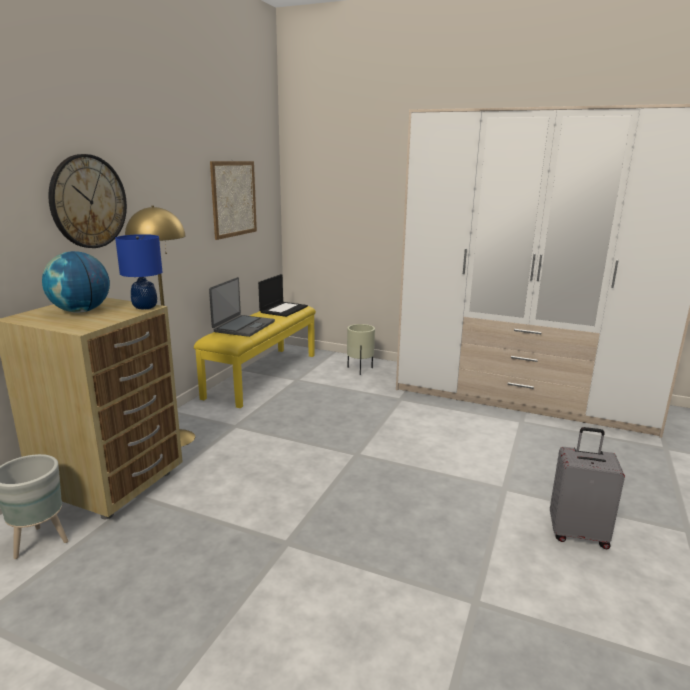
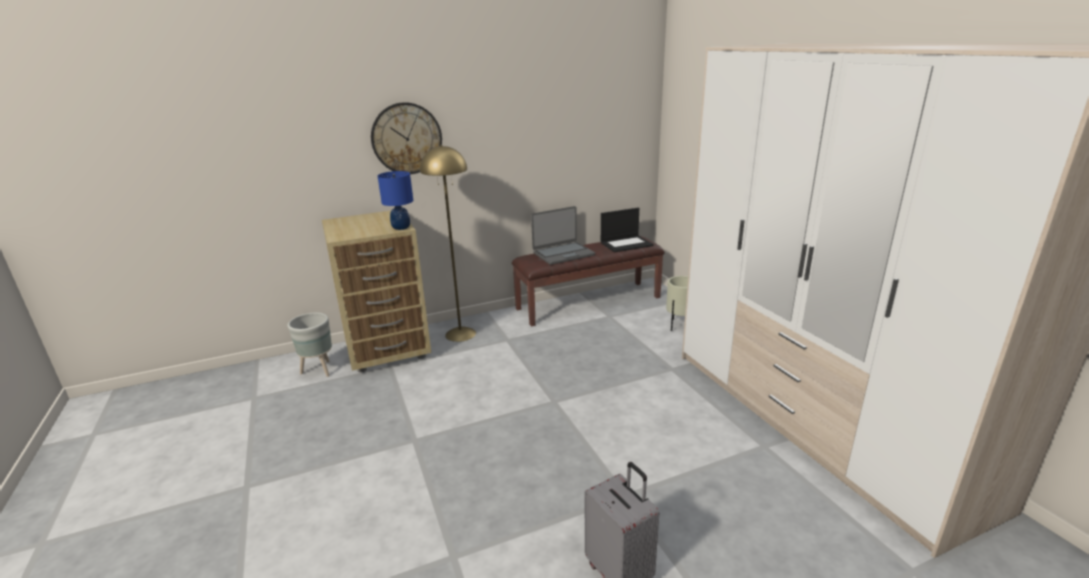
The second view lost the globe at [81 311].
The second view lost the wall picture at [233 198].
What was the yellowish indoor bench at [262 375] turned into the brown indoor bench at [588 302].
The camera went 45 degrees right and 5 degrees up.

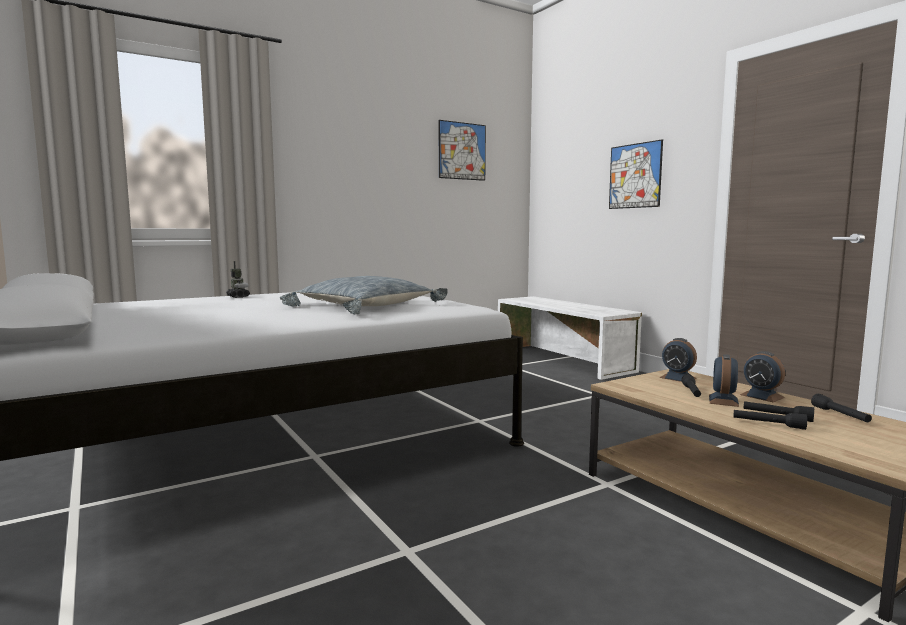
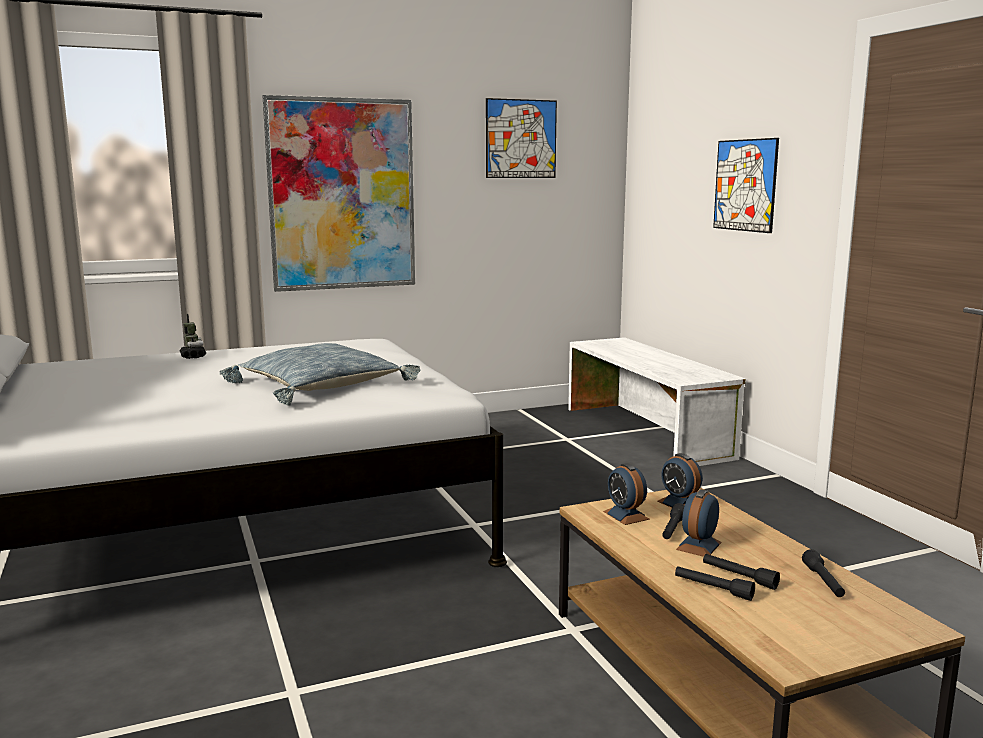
The second view gained the wall picture at [342 195].
The alarm clock ended up elsewhere, having gone from [762 396] to [626 515].
The camera went 10 degrees right and 5 degrees up.

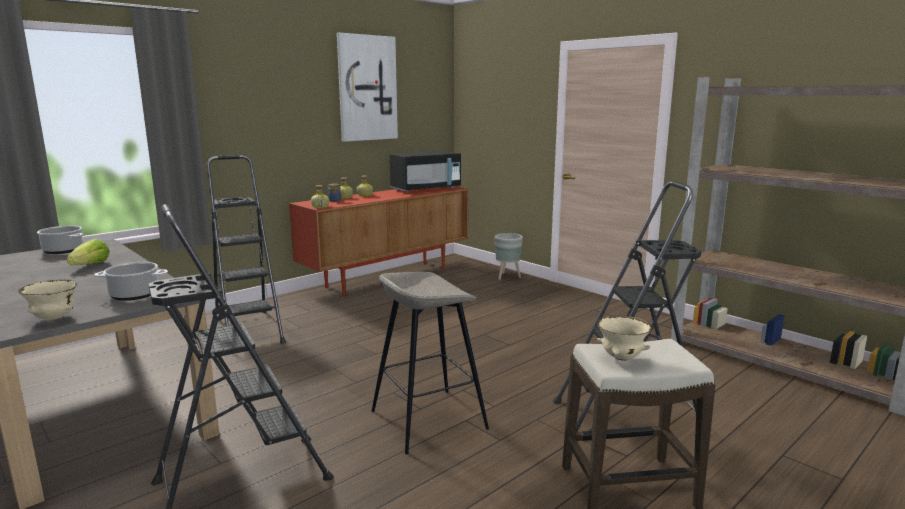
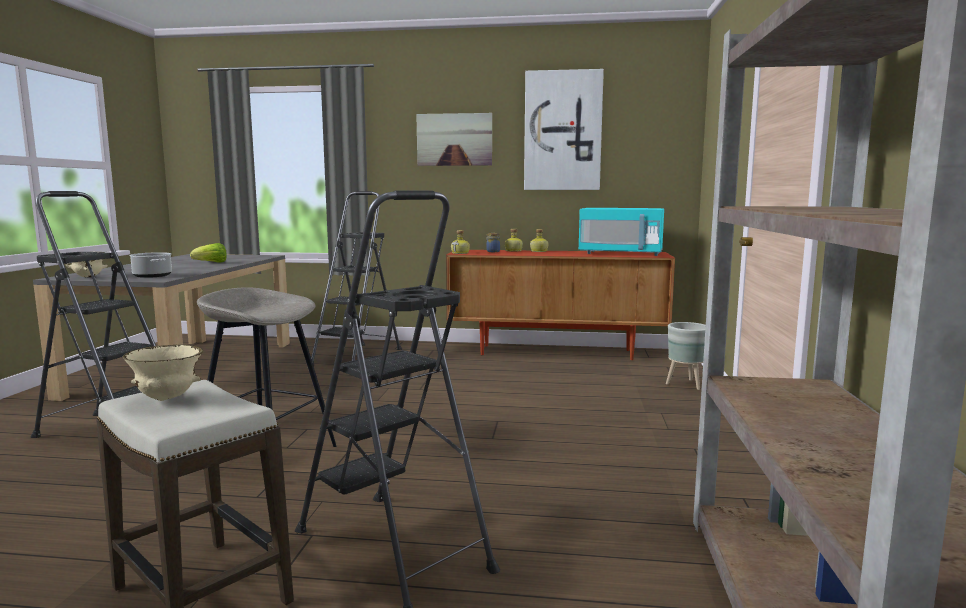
The second view lost the cooking pot at [62 250].
The second view gained the wall picture at [454 139].
What was the black-coloured kitchen microwave at [426 189] turned into the turquoise kitchen microwave at [621 253].
The camera went 50 degrees right and 5 degrees down.

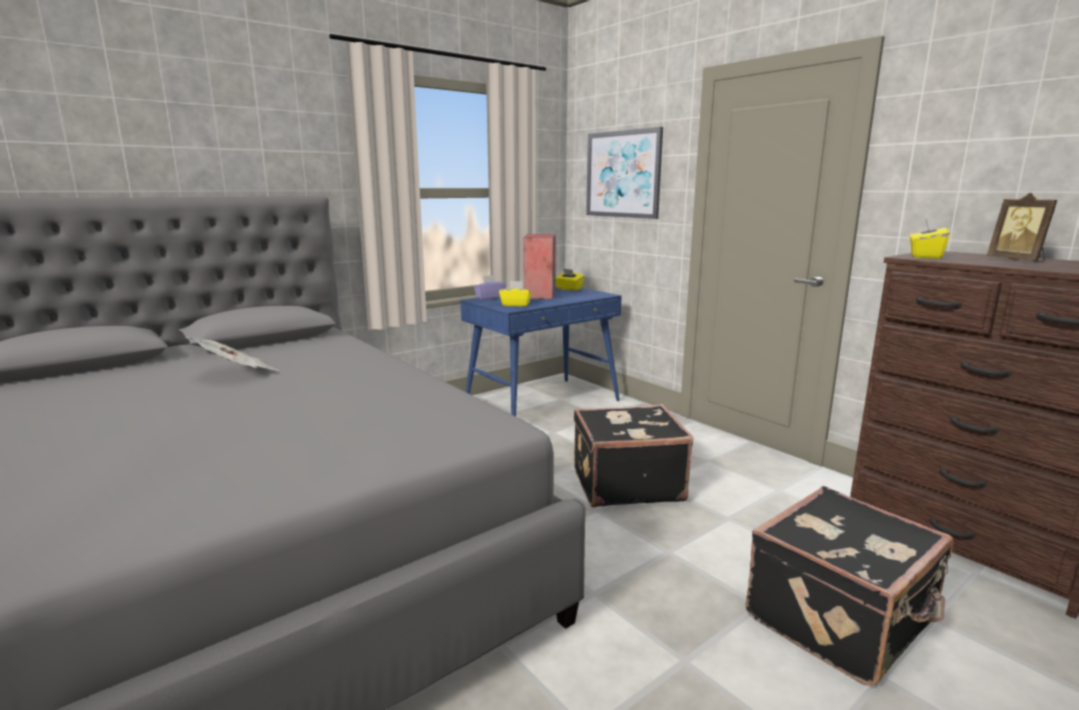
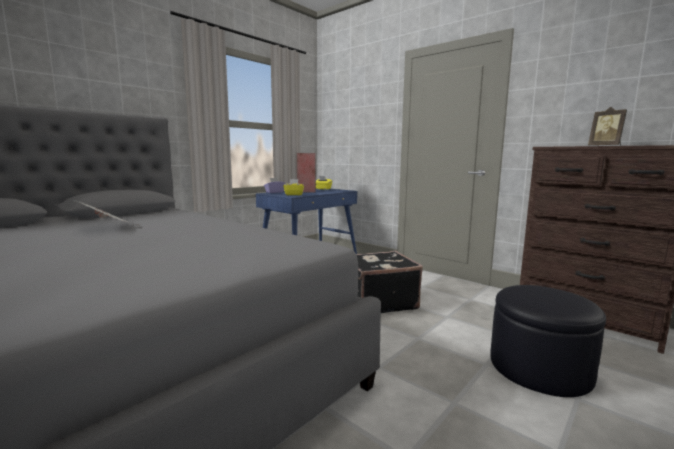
The second view lost the wall picture at [623 174].
The second view lost the yellowish box of tissues at [924 256].
Where the black-coloured piece of luggage stood at [842 620], the black-coloured ottoman came to stand at [539 368].
The camera went 10 degrees left and 5 degrees down.

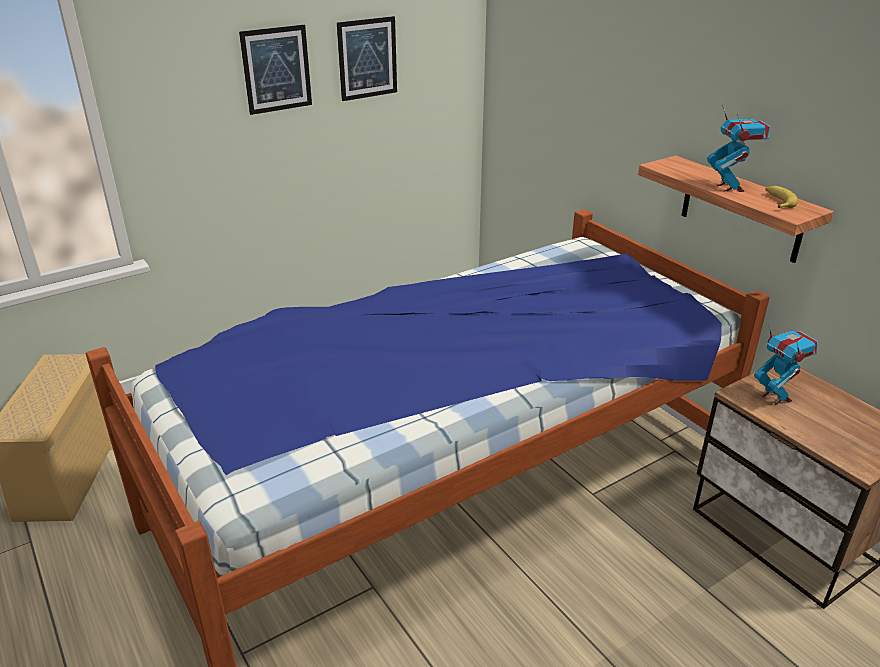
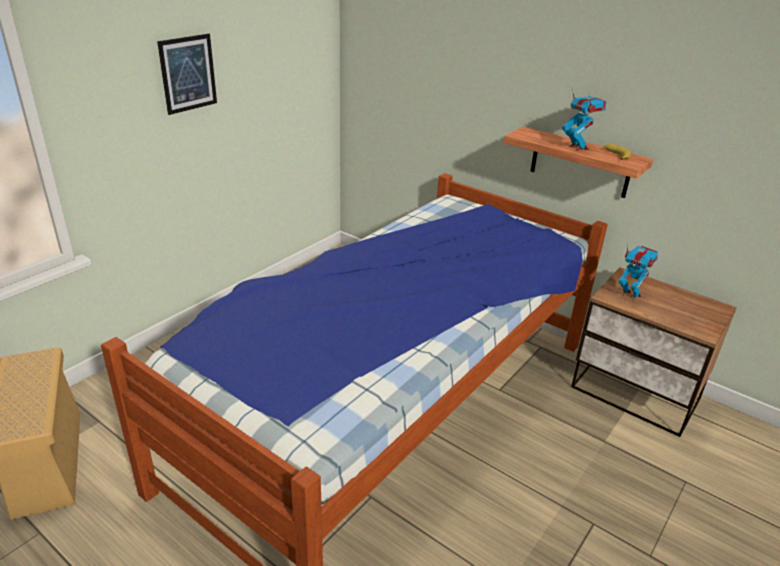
The second view lost the wall picture at [367 58].
The camera went 20 degrees left and 0 degrees up.

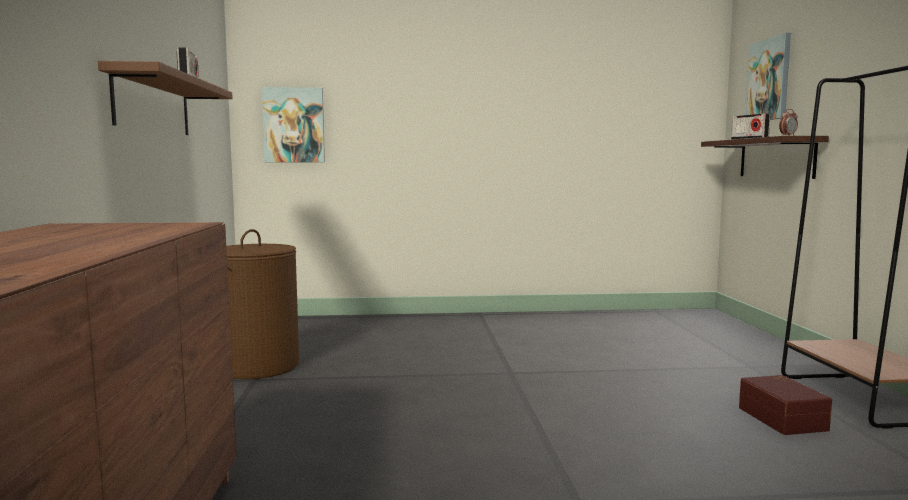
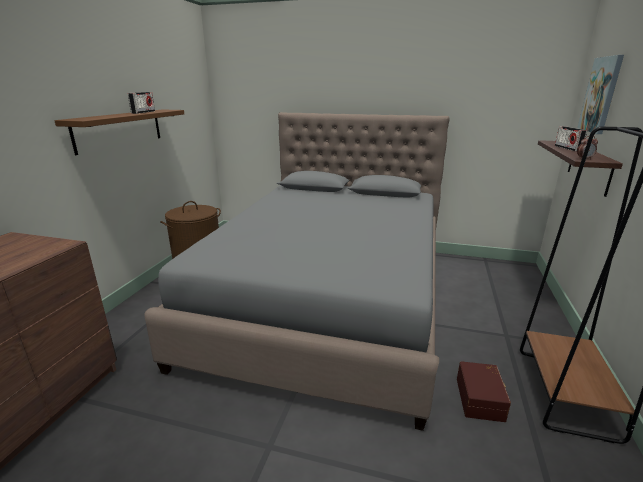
The second view lost the wall picture at [294 125].
The second view gained the gray sleeping bed at [330 298].
The camera went 20 degrees right and 15 degrees up.

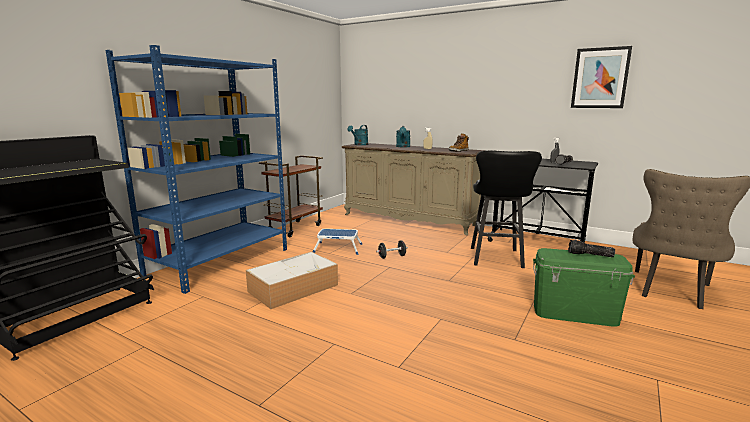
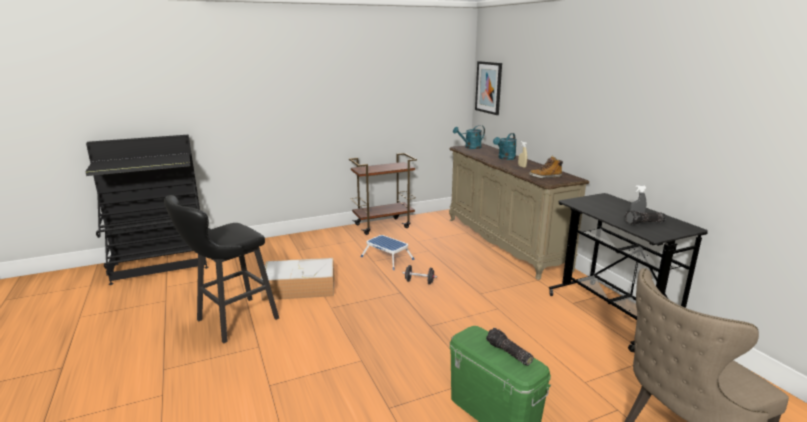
The second view lost the blue-coloured shelving unit at [220 262].
The black-coloured stool seat ended up elsewhere, having gone from [496 260] to [229 323].
The wall picture ended up elsewhere, having gone from [600 78] to [488 87].
The camera went 35 degrees right and 5 degrees up.

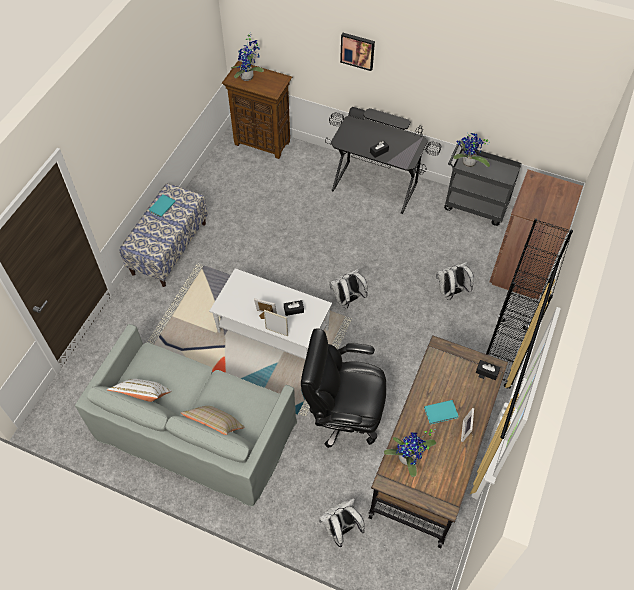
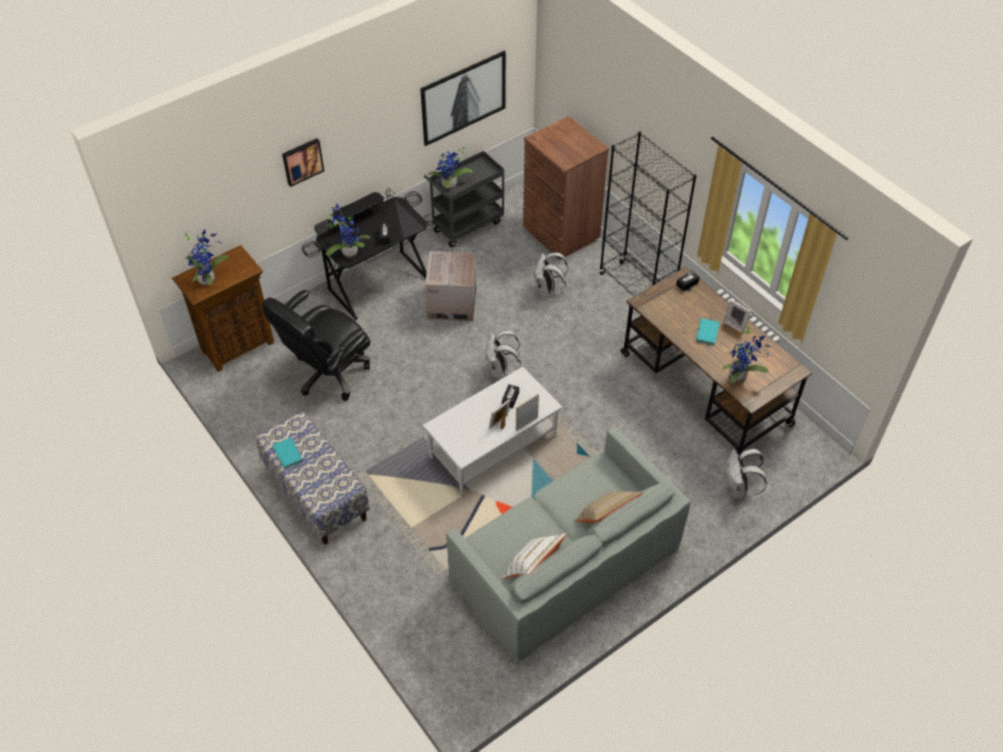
The second view gained the potted plant at [348 251].
The second view gained the wall picture at [463 98].
The second view gained the carton at [452 303].
The black-coloured office chair ended up elsewhere, having gone from [343 415] to [327 374].
The camera went 60 degrees left and 5 degrees down.

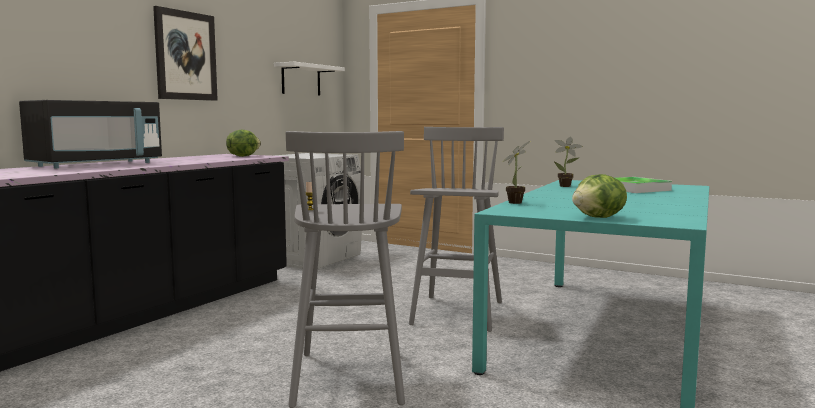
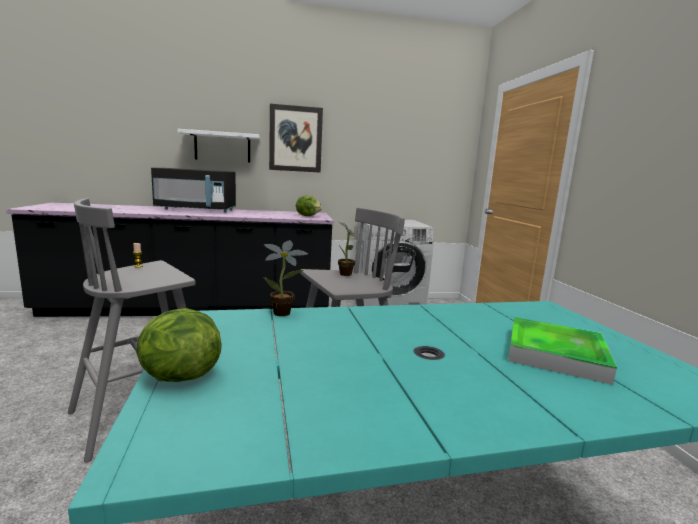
The white bracket shelf ended up elsewhere, having gone from [301 80] to [222 147].
The potted plant ended up elsewhere, having gone from [567 186] to [345 275].
The camera went 50 degrees right and 5 degrees up.

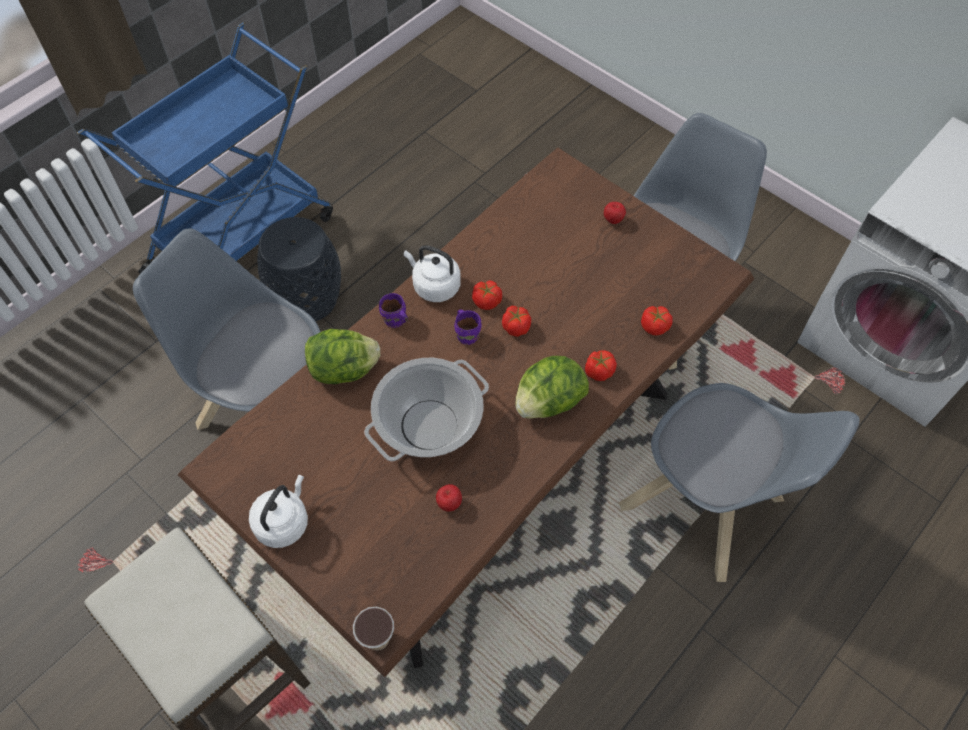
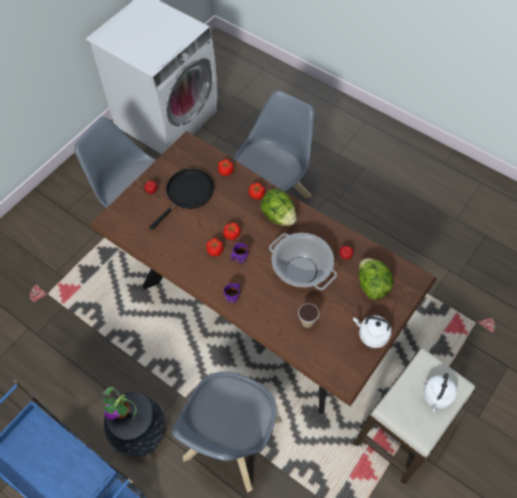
The second view gained the potted plant at [122 412].
The second view gained the black-coloured pan at [188 194].
The lettuce ended up elsewhere, having gone from [344 370] to [372 285].
The cup ended up elsewhere, having gone from [377 638] to [307 322].
The white kettle ended up elsewhere, having gone from [434 286] to [437 397].
The camera went 95 degrees left and 0 degrees up.

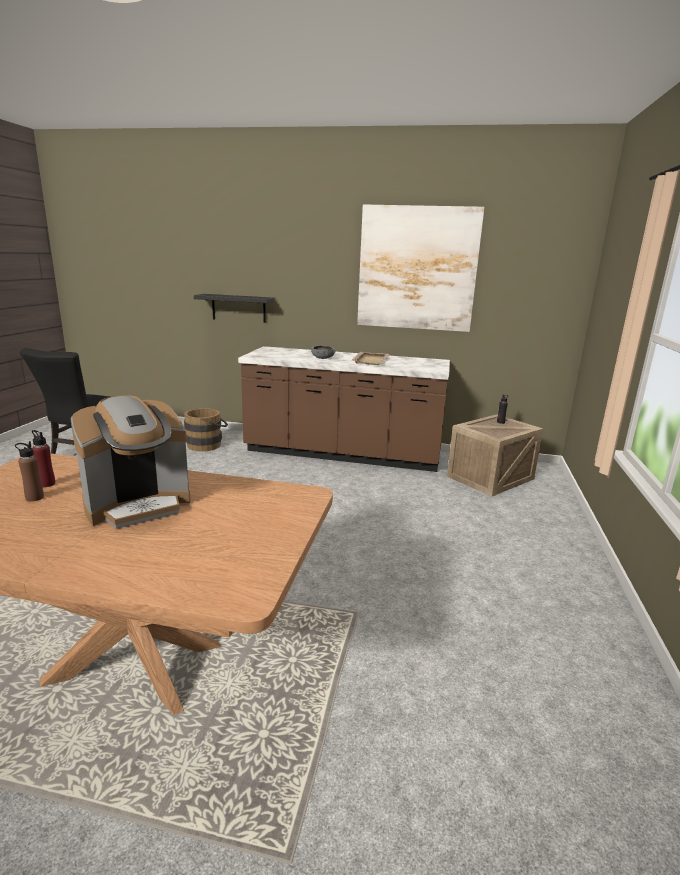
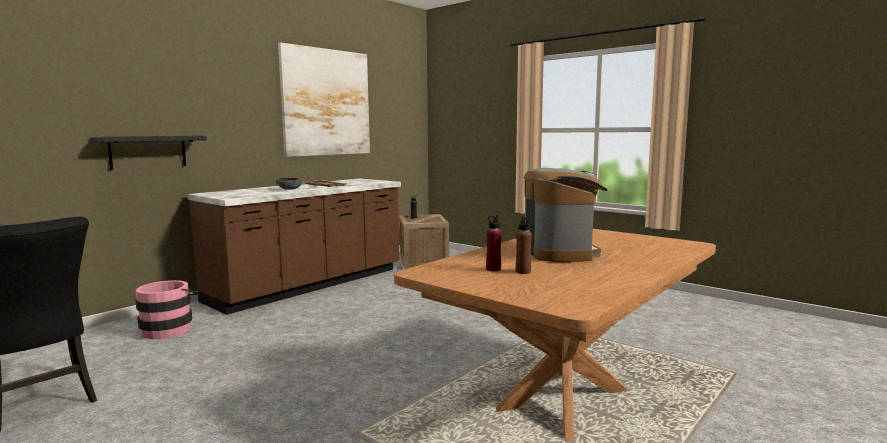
What was the brown pail at [207 445] turned into the pink pail at [169 329].
The camera went 60 degrees left and 10 degrees down.

